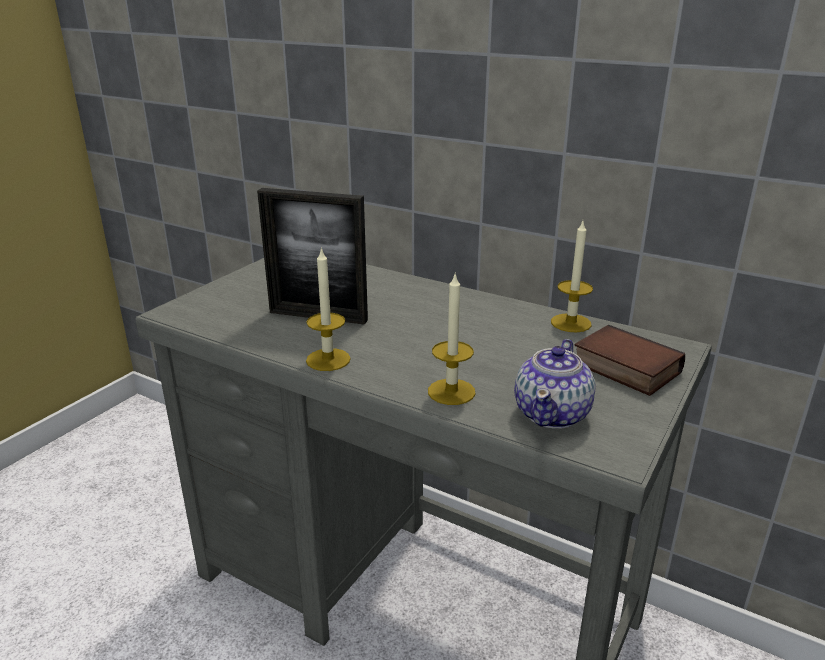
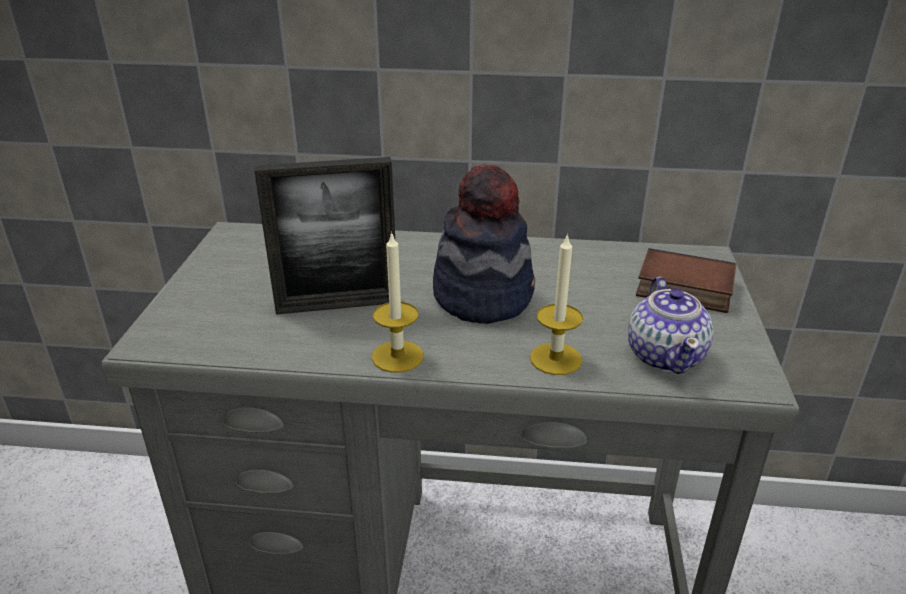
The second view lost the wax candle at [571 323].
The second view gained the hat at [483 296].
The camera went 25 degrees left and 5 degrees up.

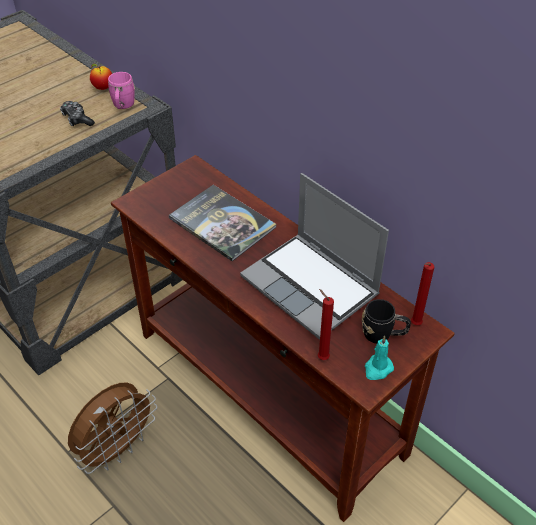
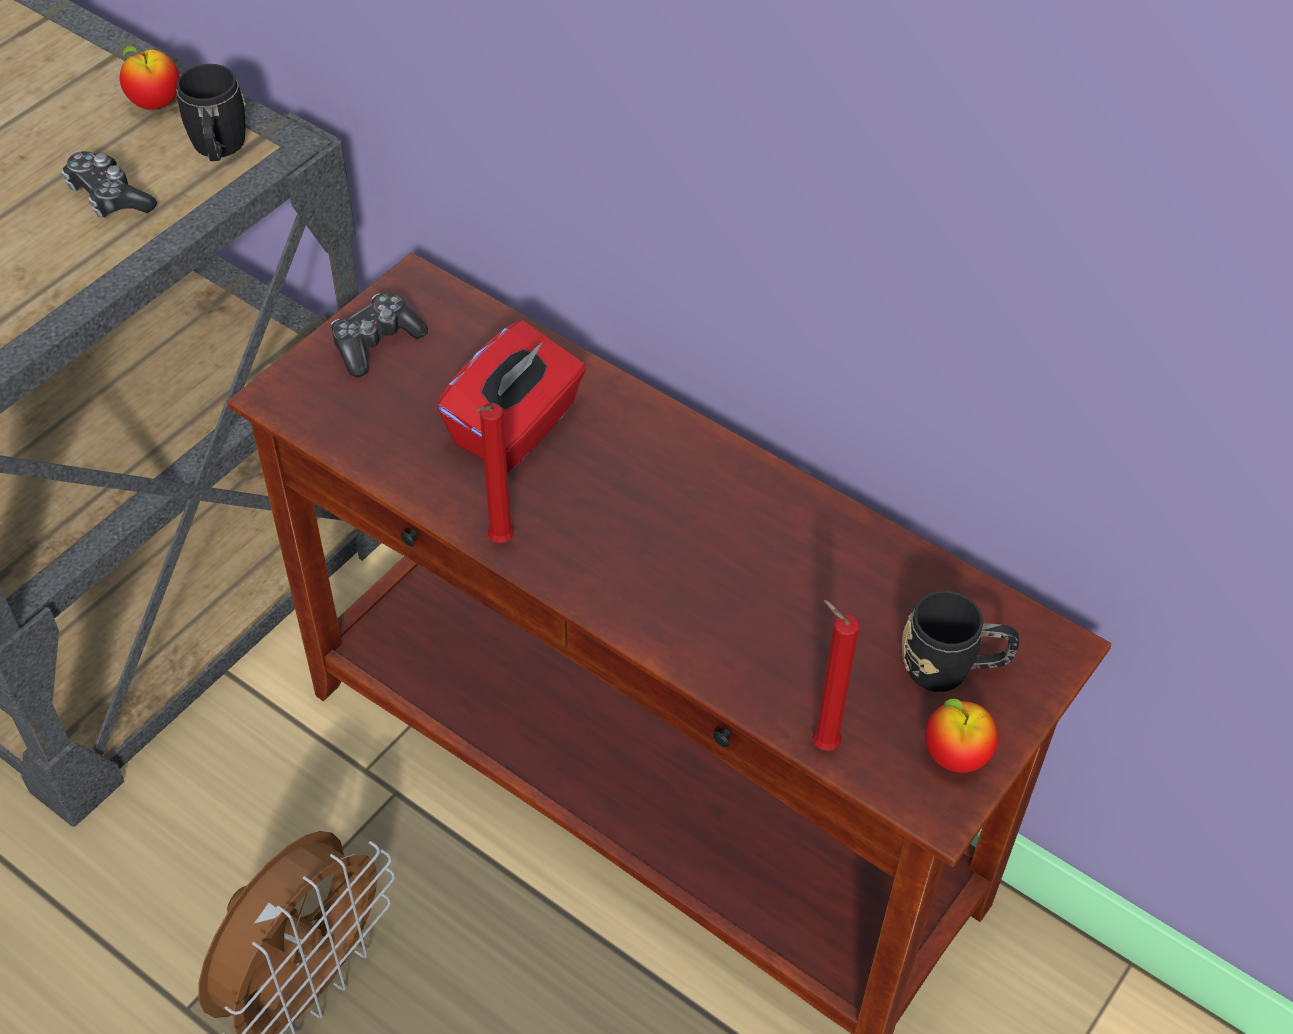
The second view lost the notebook computer at [312 286].
The second view gained the joypad at [376 343].
The red wax candle ended up elsewhere, having gone from [414 325] to [498 542].
Where the bound book stood at [222 223], the red box of tissues came to stand at [516 427].
Where the turquoise wax candle stood at [377 369], the apple came to stand at [955 755].
What was the pink coffee mug at [123 106] turned into the black-coloured coffee mug at [219 150].
The camera went 10 degrees left and 5 degrees up.

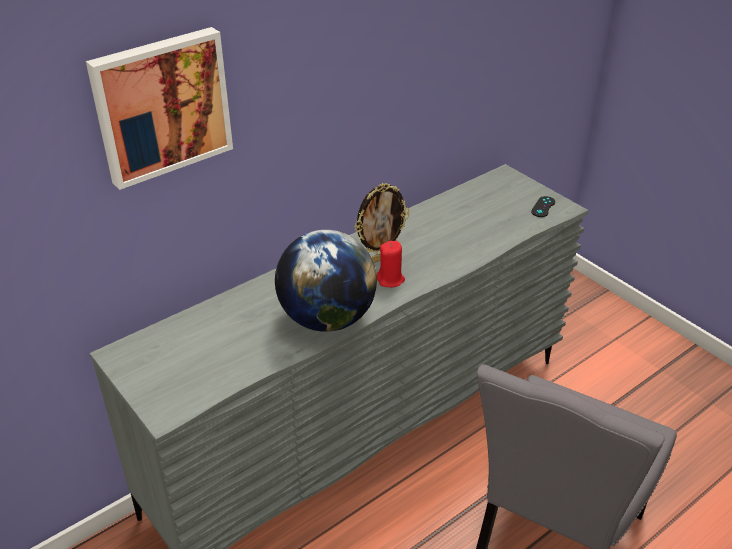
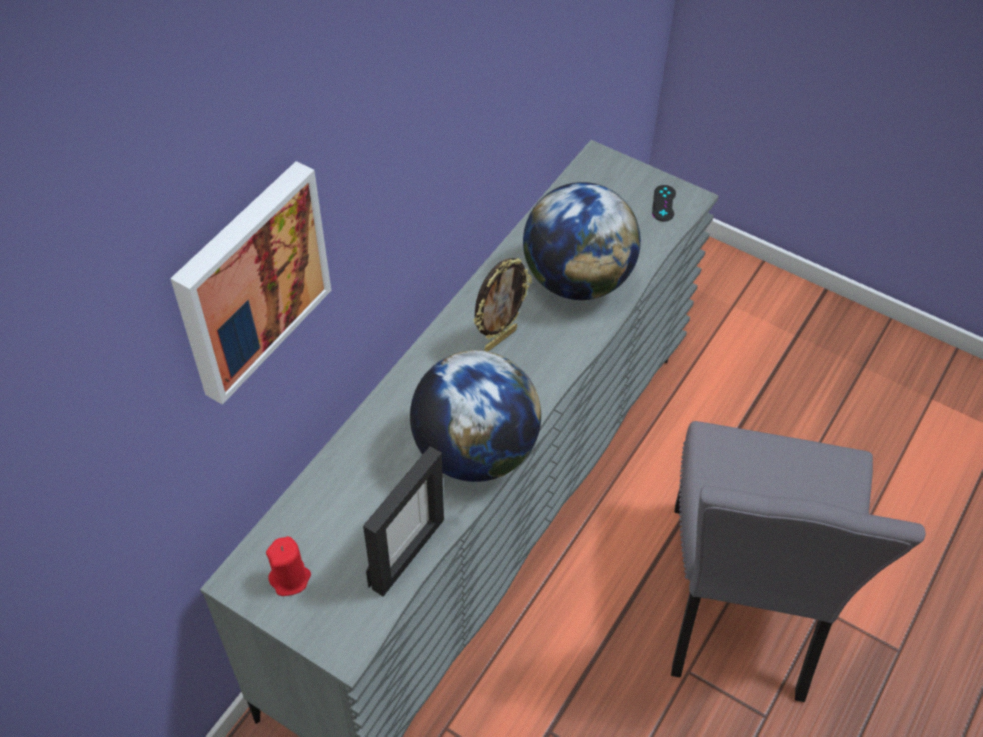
The second view gained the picture frame at [406 552].
The second view gained the globe at [577 279].
The red wax candle ended up elsewhere, having gone from [390 279] to [290 578].
The camera went 20 degrees left and 15 degrees up.

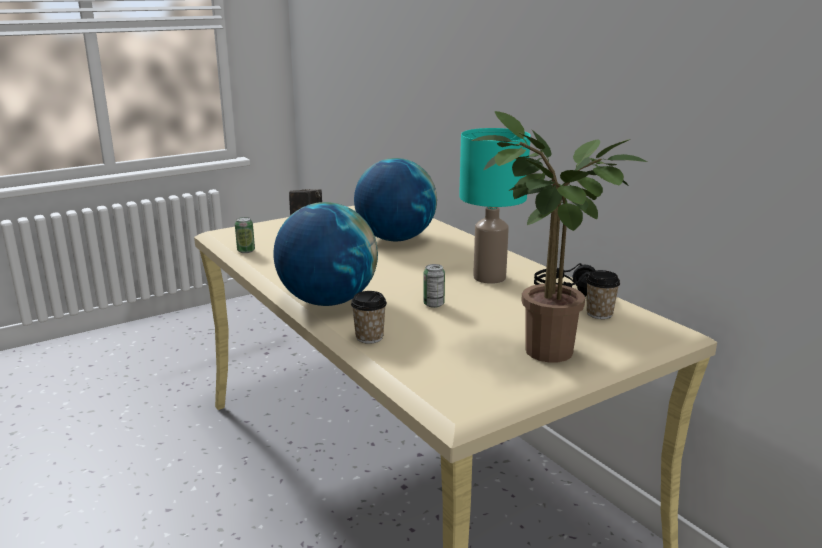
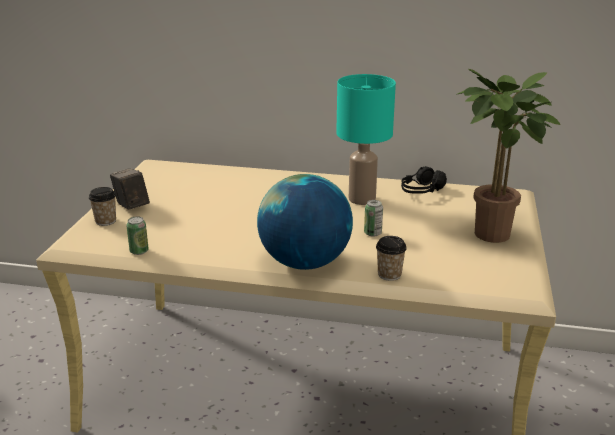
The second view lost the globe at [395 239].
The cup ended up elsewhere, having gone from [599 314] to [105 221].
The camera went 45 degrees left and 5 degrees up.

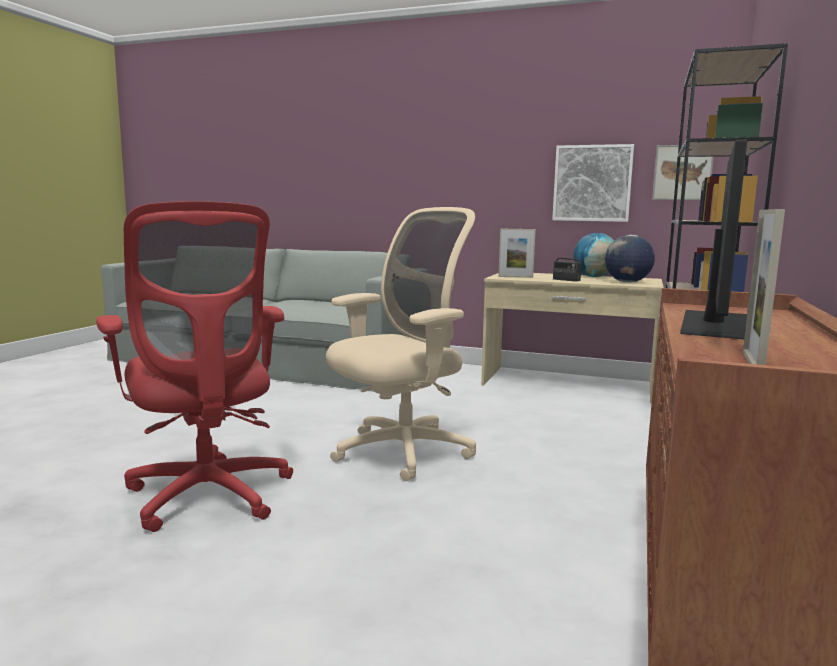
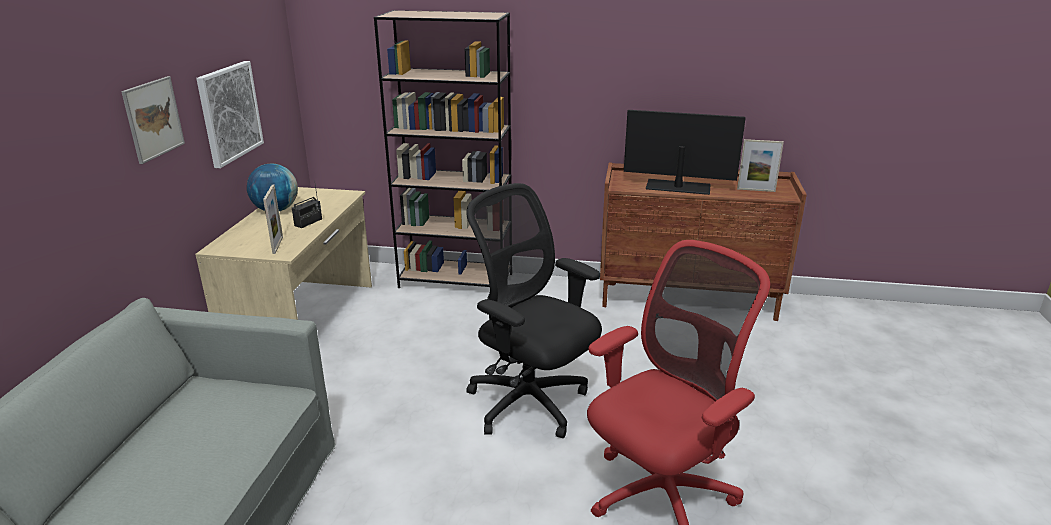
The second view lost the globe at [627 282].
The wall picture ended up elsewhere, having gone from [682 172] to [153 119].
What was the beige office chair at [398 455] turned into the black-coloured office chair at [534 404].
The camera went 100 degrees left and 15 degrees up.

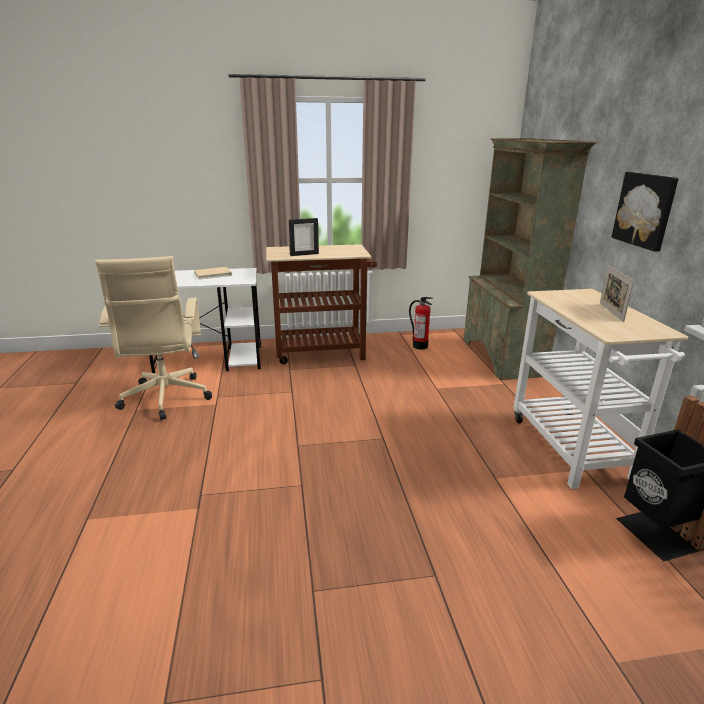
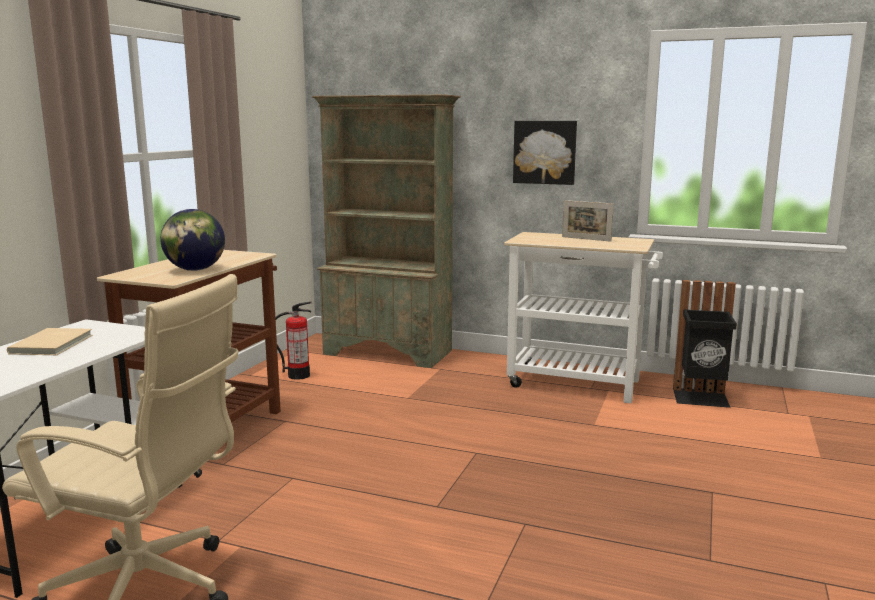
Where the picture frame stood at [304 254], the globe came to stand at [195 270].
The camera went 60 degrees left and 10 degrees down.

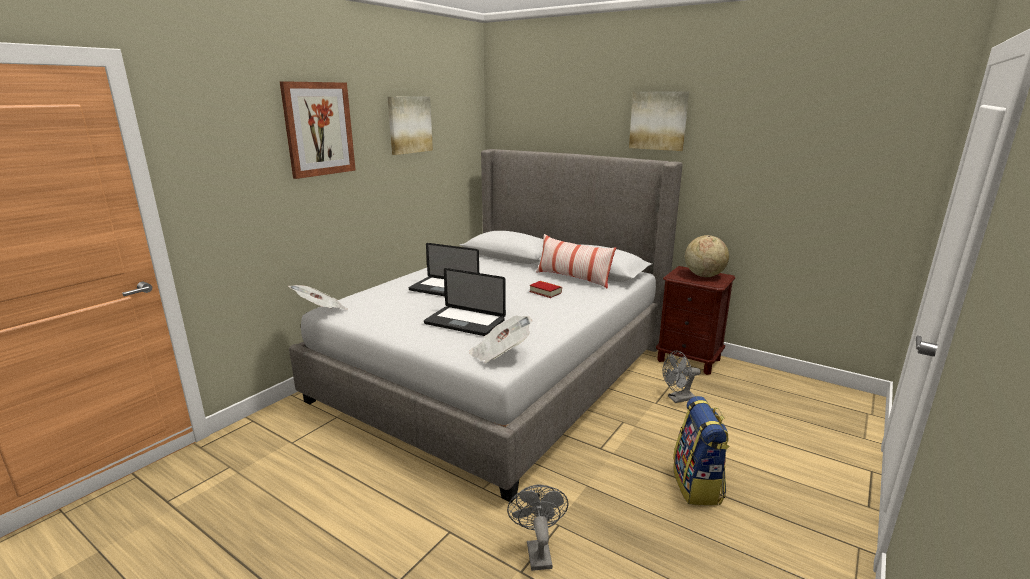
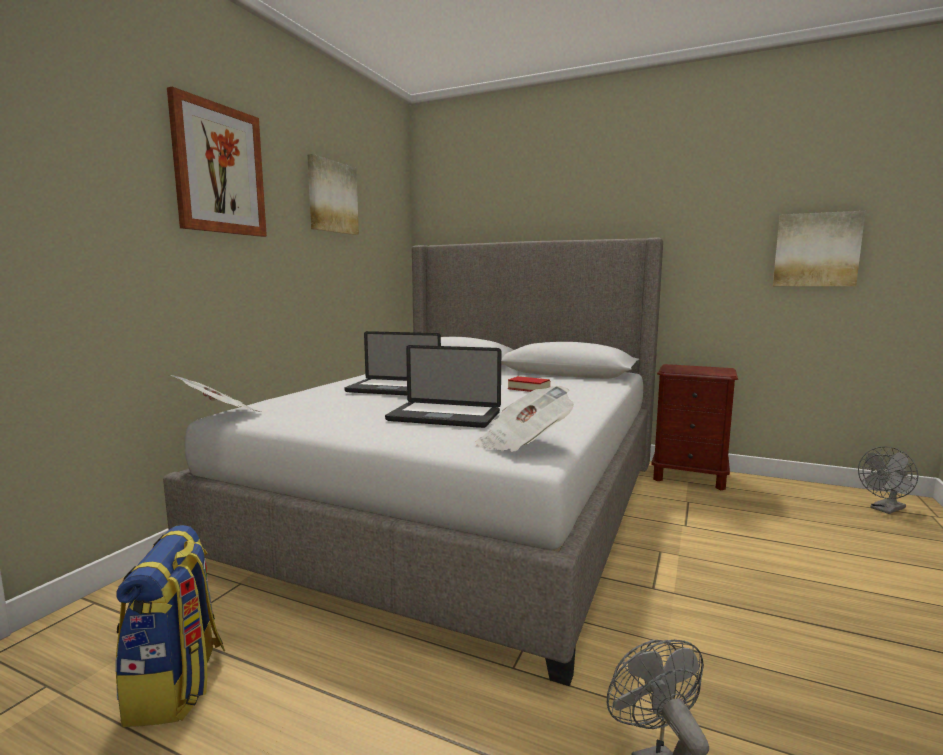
The second view lost the throw pillow at [573 278].
The second view lost the globe at [703 275].
The wall picture ended up elsewhere, having gone from [658 120] to [816 250].
The gray cooling fan ended up elsewhere, having gone from [678 399] to [885 509].
The knapsack ended up elsewhere, having gone from [698 485] to [177 686].
The camera went 10 degrees left and 10 degrees down.

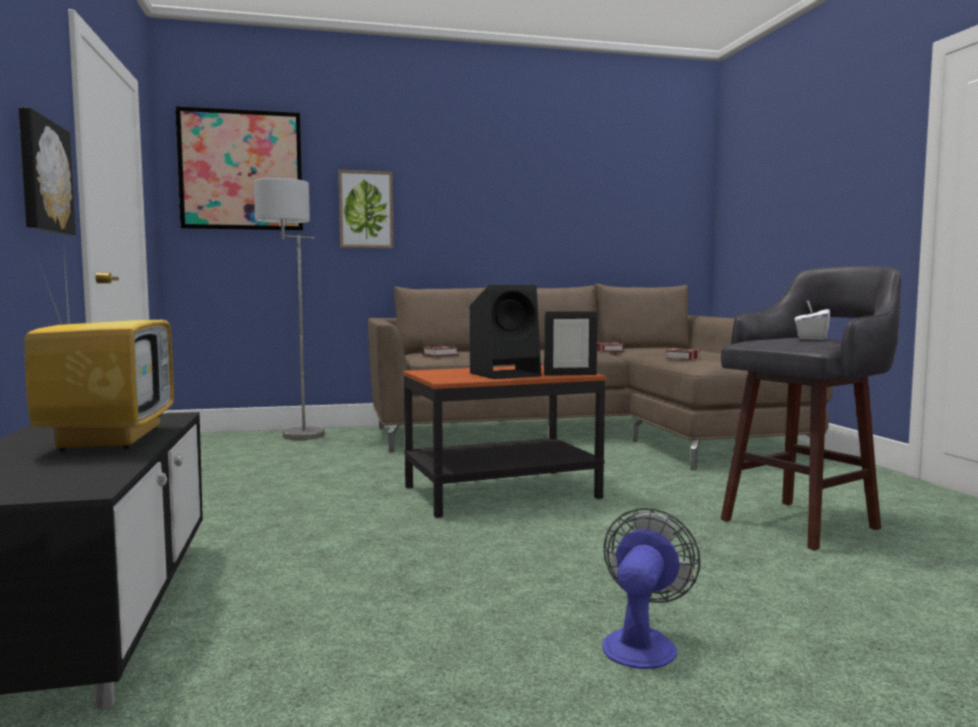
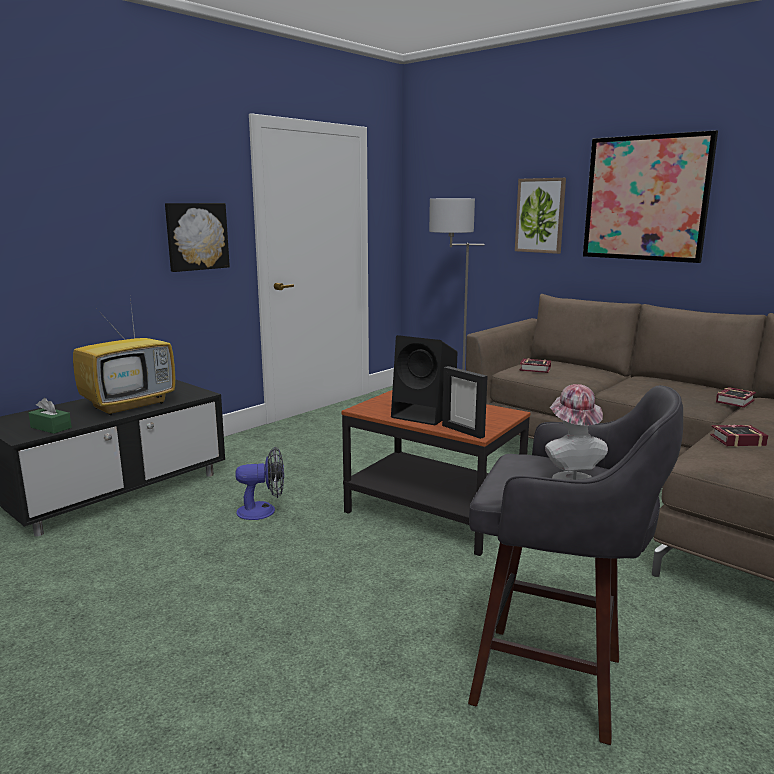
The second view gained the green-coloured box of tissues at [51 427].
The wall picture ended up elsewhere, having gone from [241 170] to [646 198].
The cooling fan ended up elsewhere, having gone from [642 642] to [263 511].
Where the white box of tissues stood at [811 338], the hat came to stand at [570 478].
The camera went 55 degrees right and 10 degrees up.

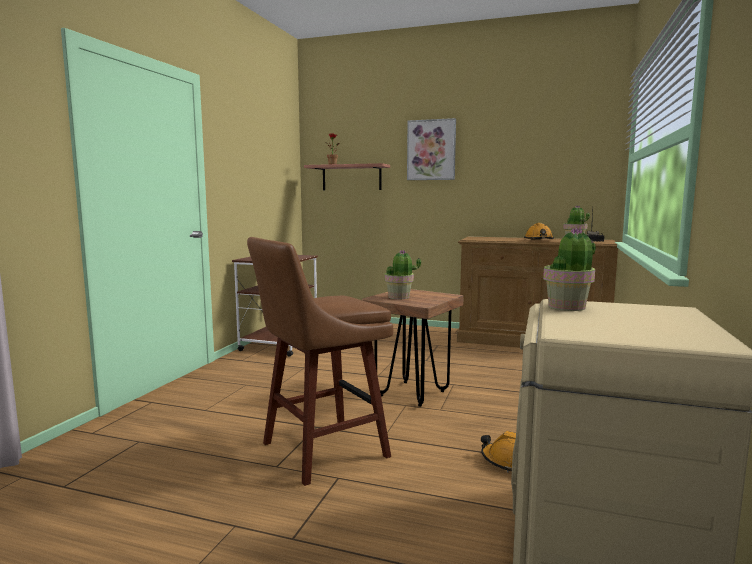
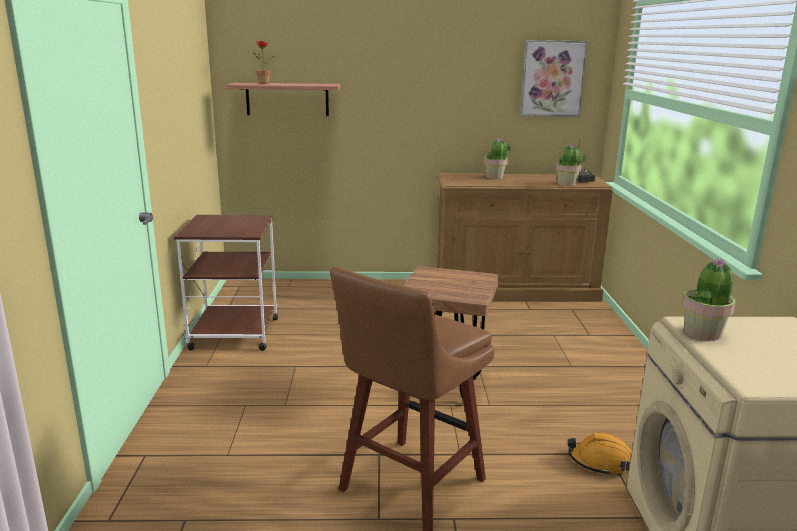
The second view lost the orange-coloured hard hat at [539 240].
The potted plant ended up elsewhere, having gone from [399 297] to [494 177].
The wall picture ended up elsewhere, having gone from [431 150] to [552 78].
The camera went 20 degrees left and 10 degrees up.

